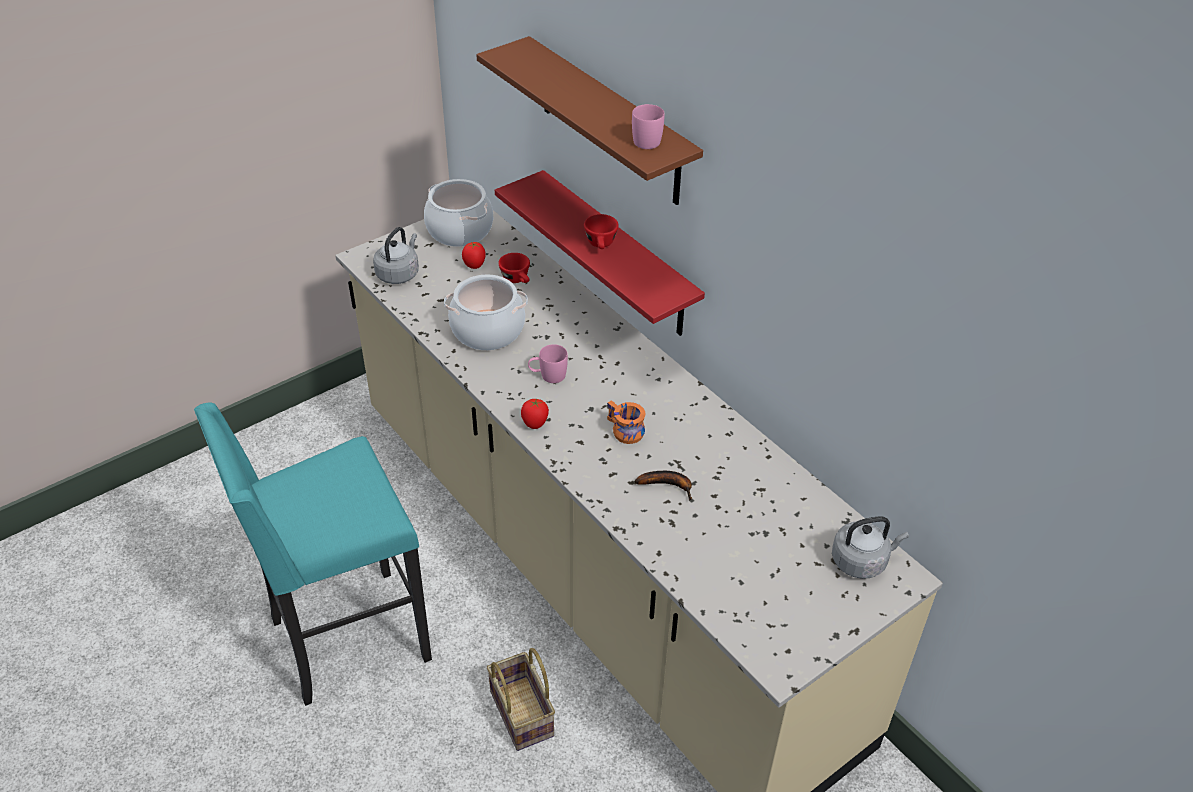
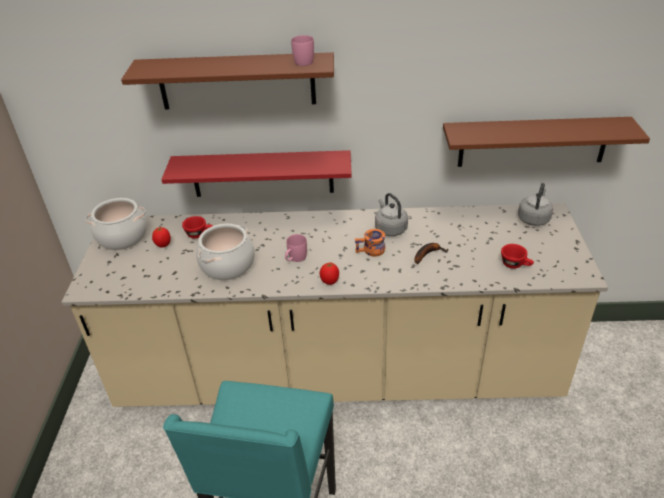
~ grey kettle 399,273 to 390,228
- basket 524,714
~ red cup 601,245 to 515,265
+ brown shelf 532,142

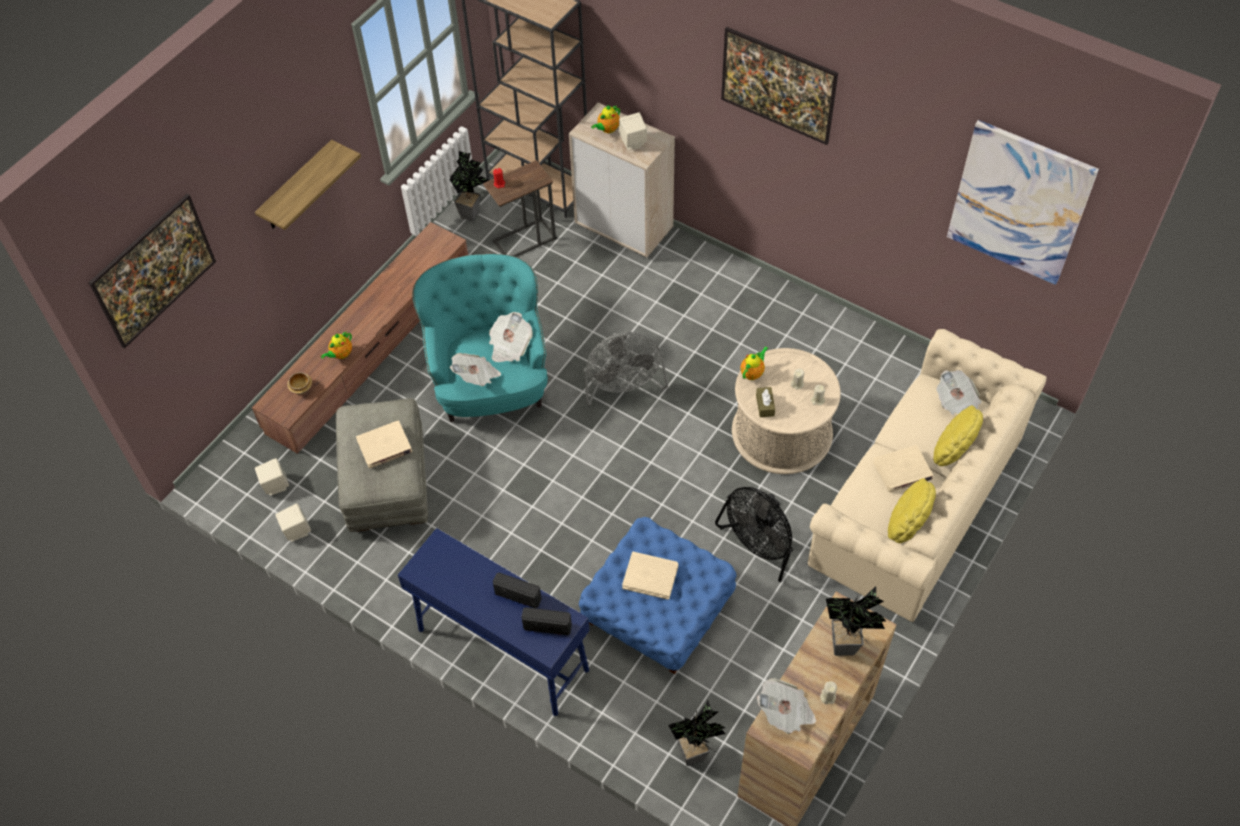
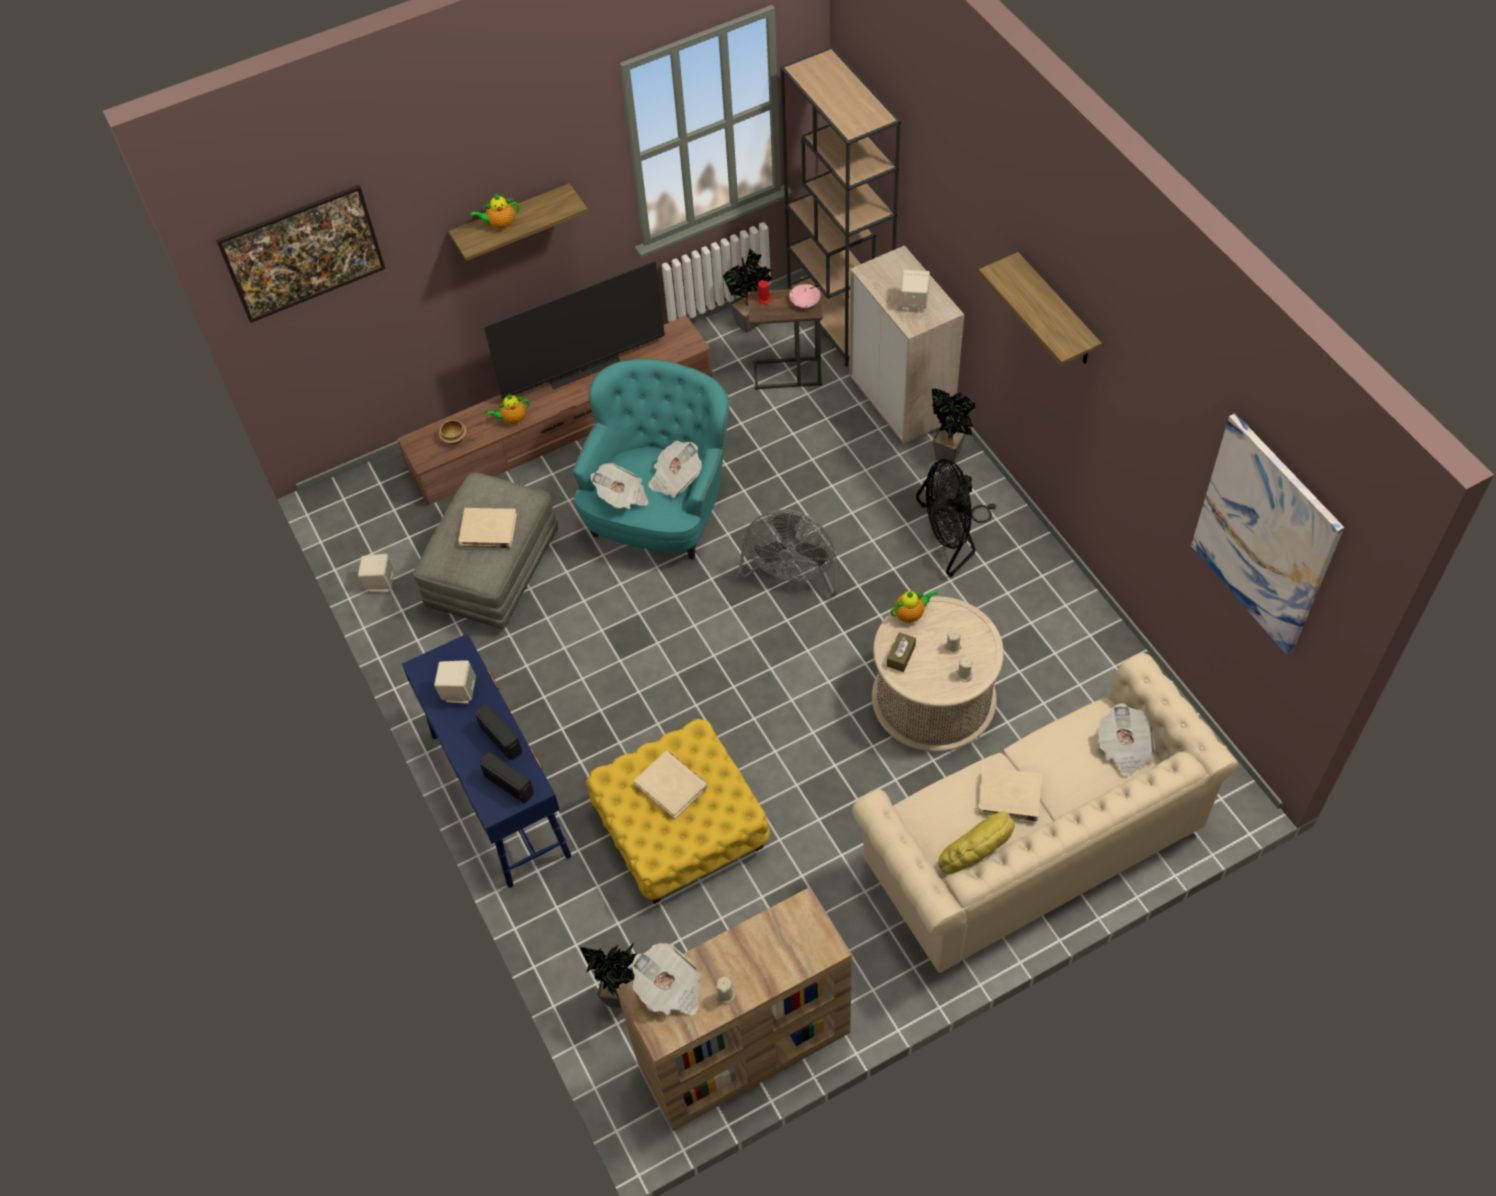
~ beige speaker 275,485 to 459,692
~ blue ottoman 658,608 to yellow ottoman 680,827
~ teapot 607,129 to 500,224
~ black fan 759,542 to 953,533
~ picture 776,103 to shelf 1056,312
~ potted plant 848,648 to 950,458
- yellow pillow 952,452
+ television 584,371
+ pink bowl 804,300

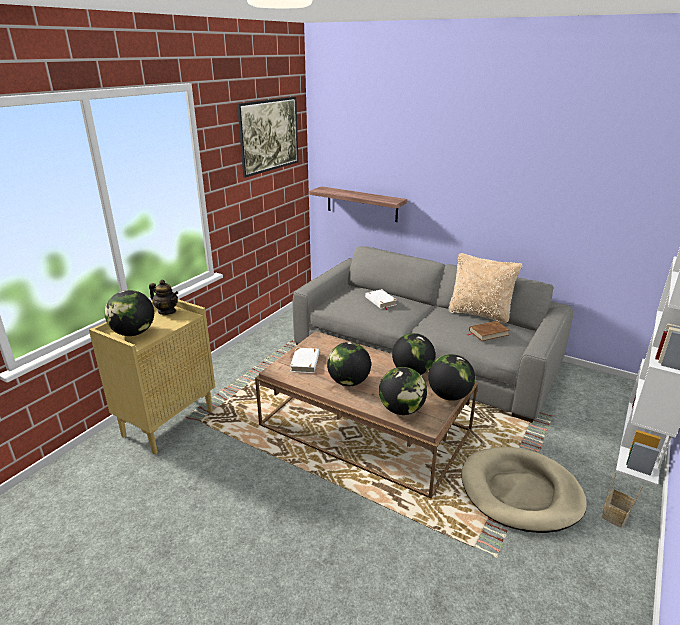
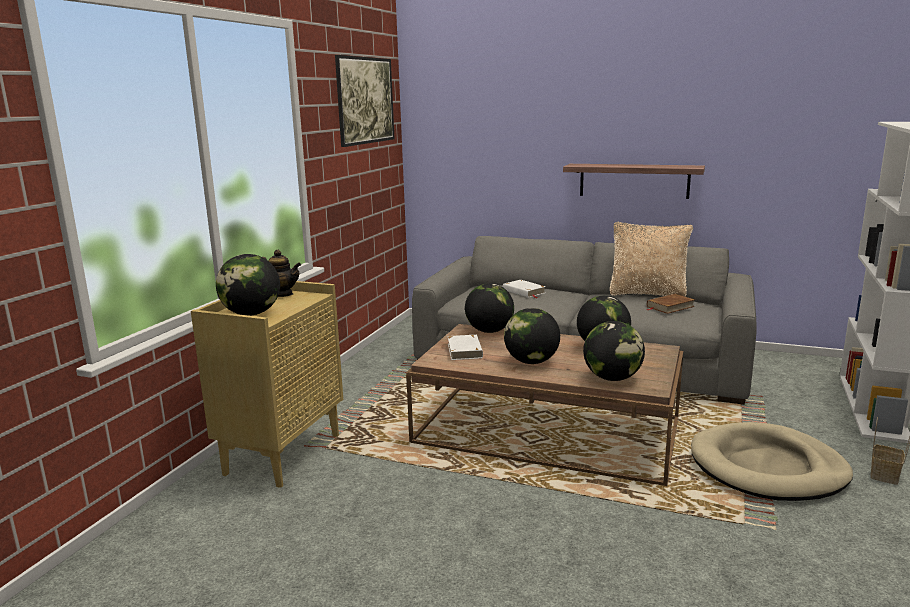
~ shelf 362,204 to 634,180
~ globe 449,396 to 489,331

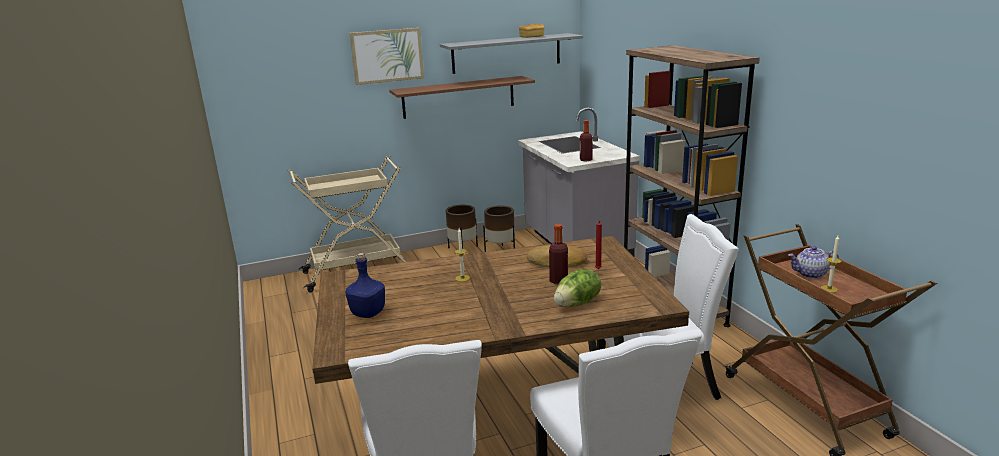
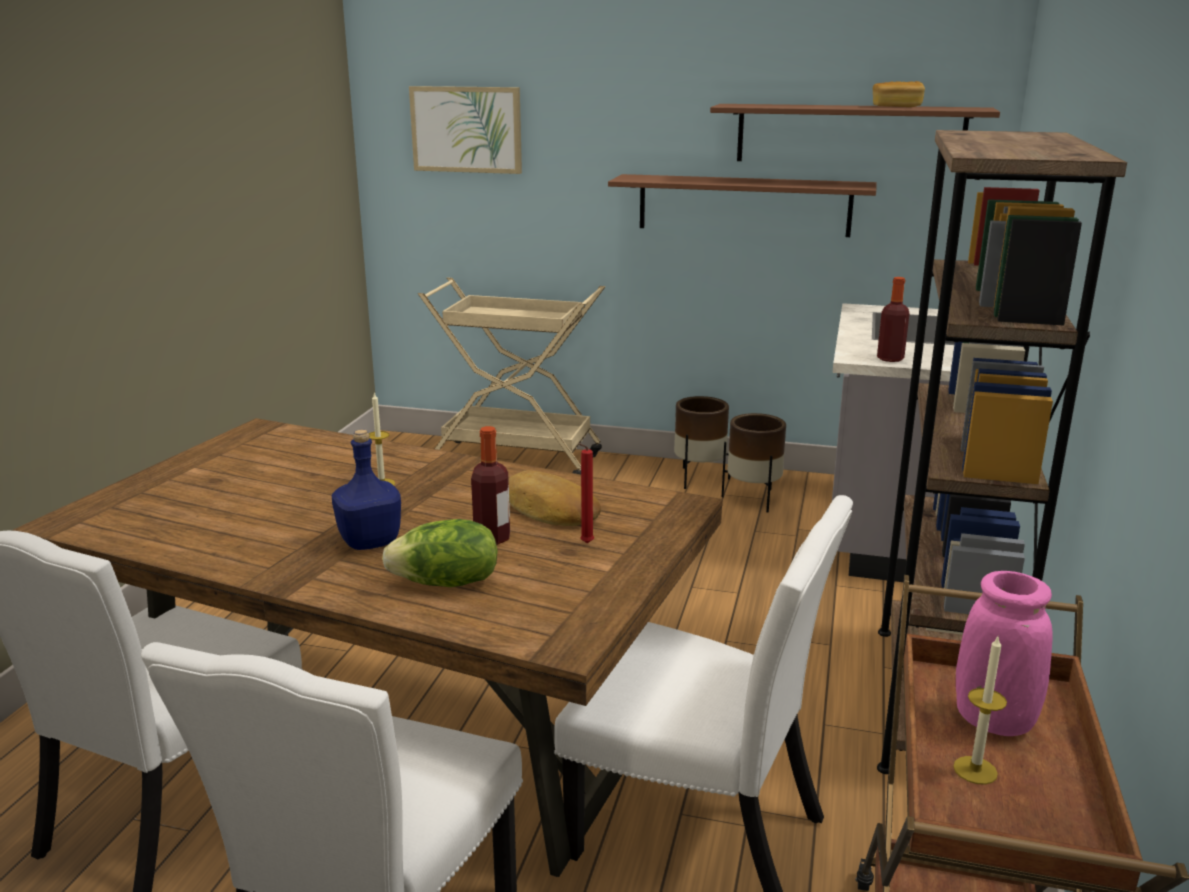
~ blue bottle 369,313 to 370,542
~ picture 387,55 to 466,129
~ grey shelf 506,53 to brown shelf 849,135
~ teapot 810,274 to pink vase 993,721

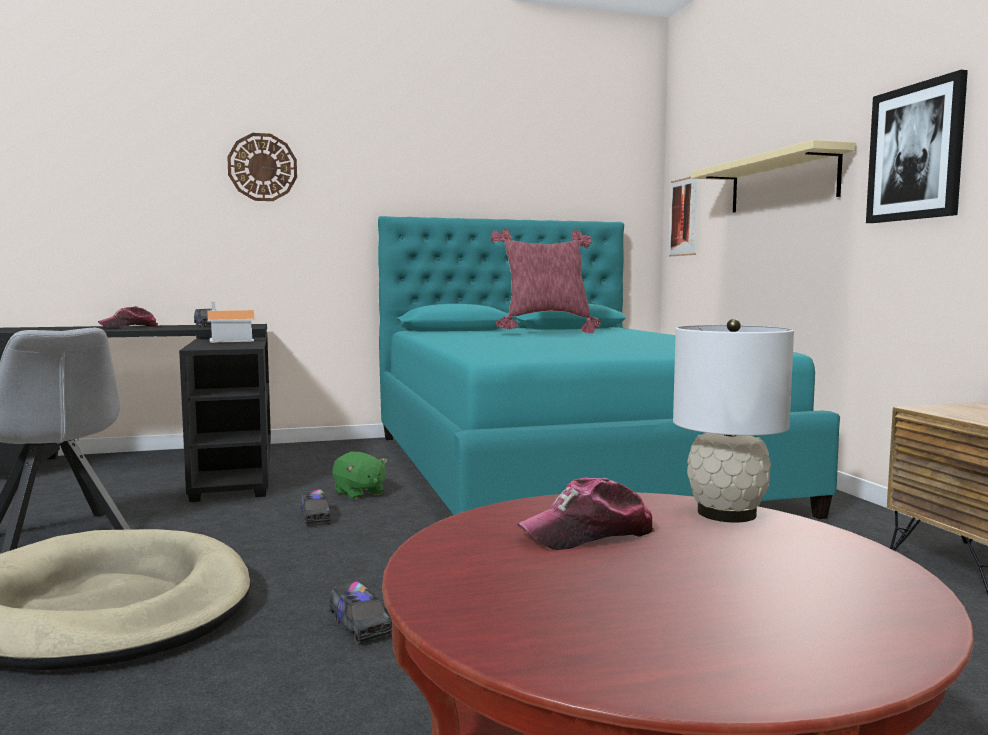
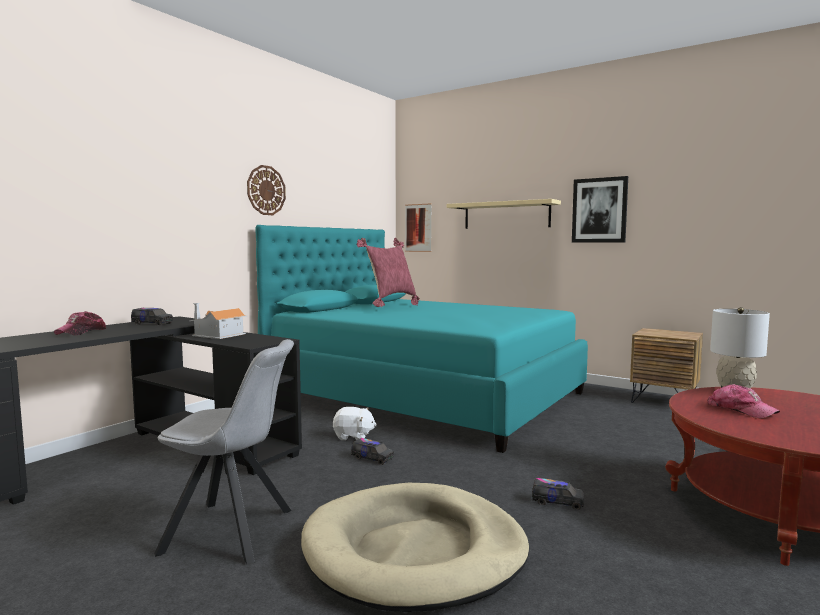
~ wall clock 262,167 to 266,190
~ green plush toy 359,493 to white plush toy 353,436
~ cap 588,534 = 740,410 60 degrees counterclockwise

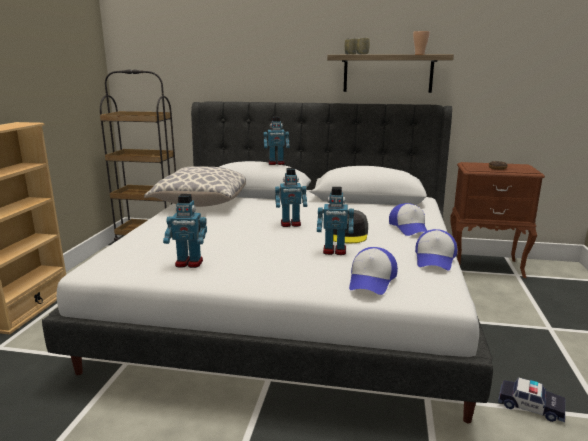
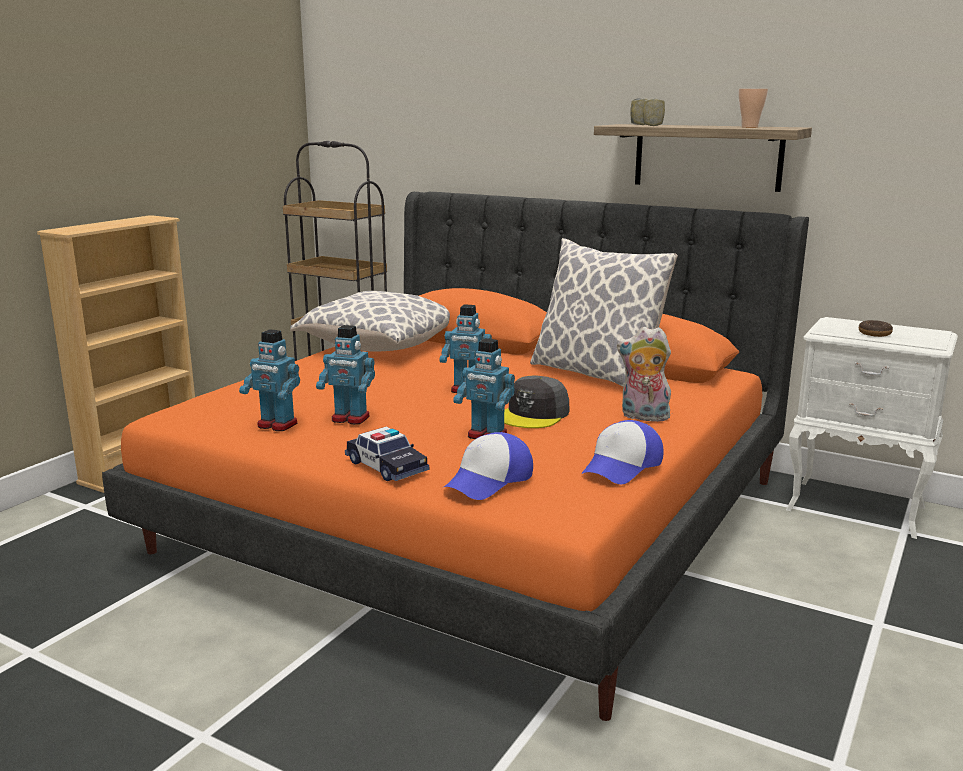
~ white bed 294,304 to orange bed 481,516
~ toy robot 276,163 to 350,419
~ cap 409,228 to plush toy 643,417
~ brown nightstand 485,266 to white nightstand 856,508
~ toy car 530,406 to 386,466
+ pillow 595,374

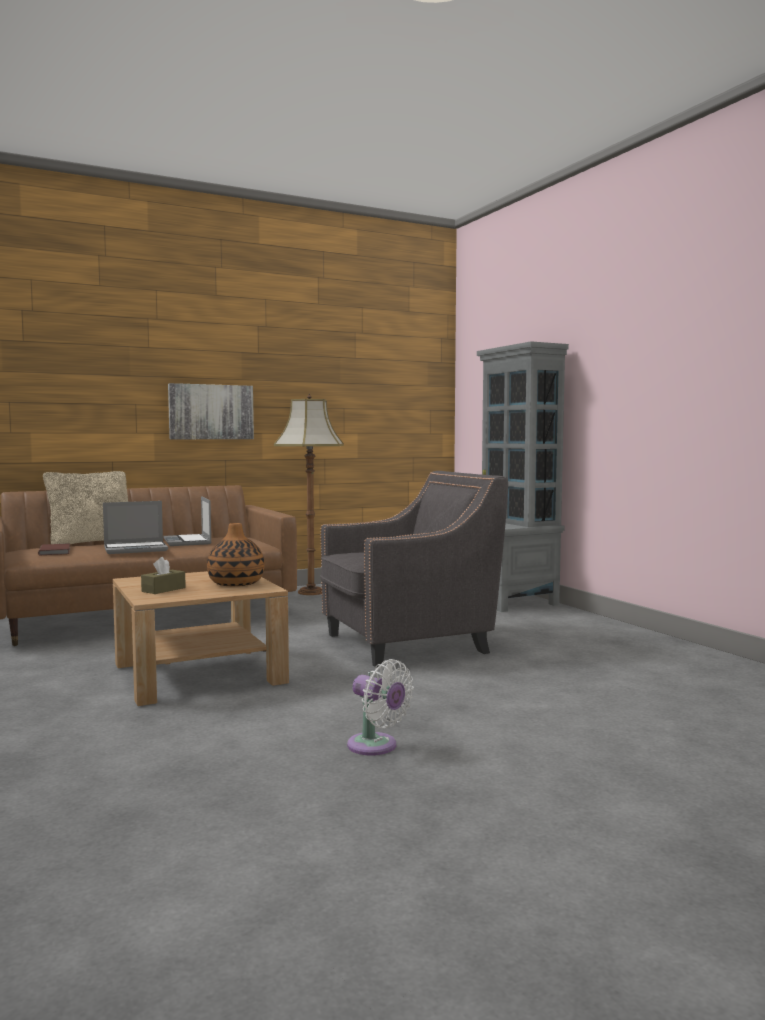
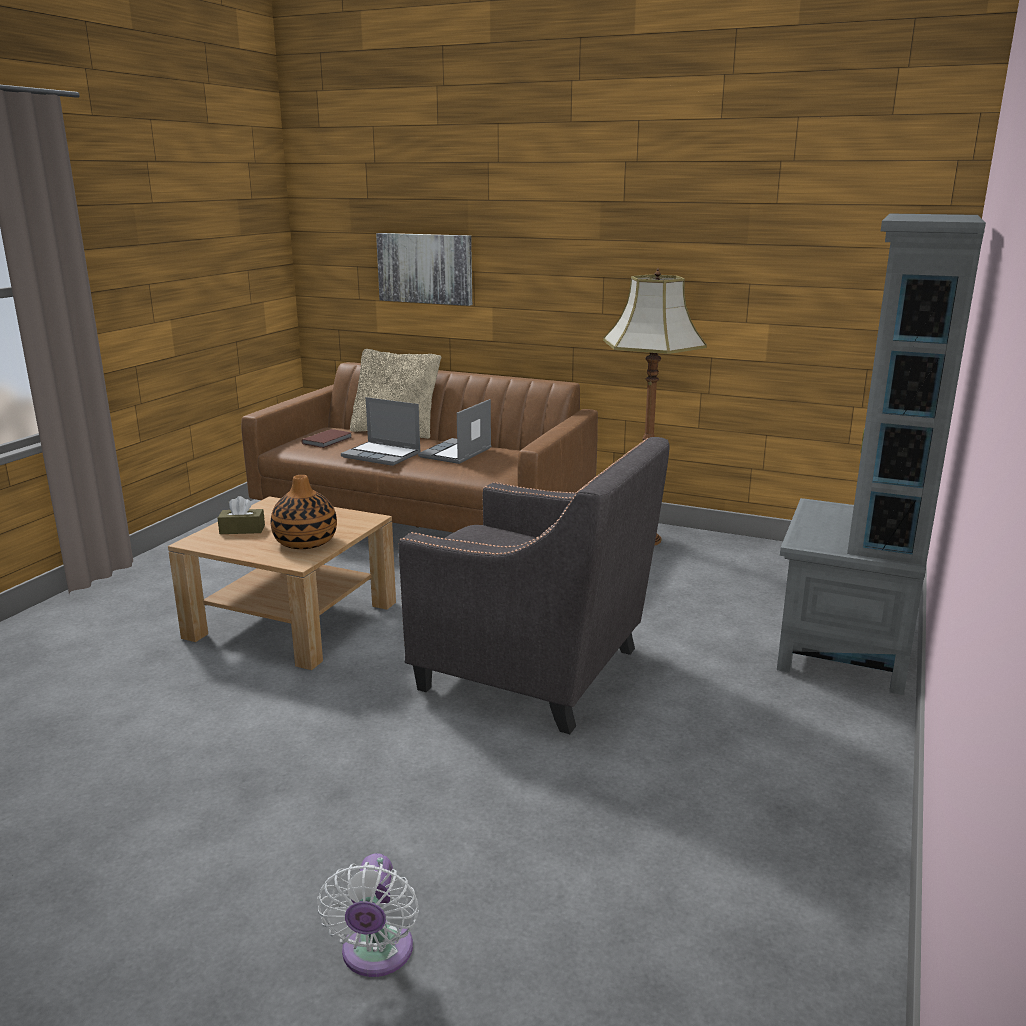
~ picture 211,412 to 425,268
~ white fan 376,747 to 376,955

